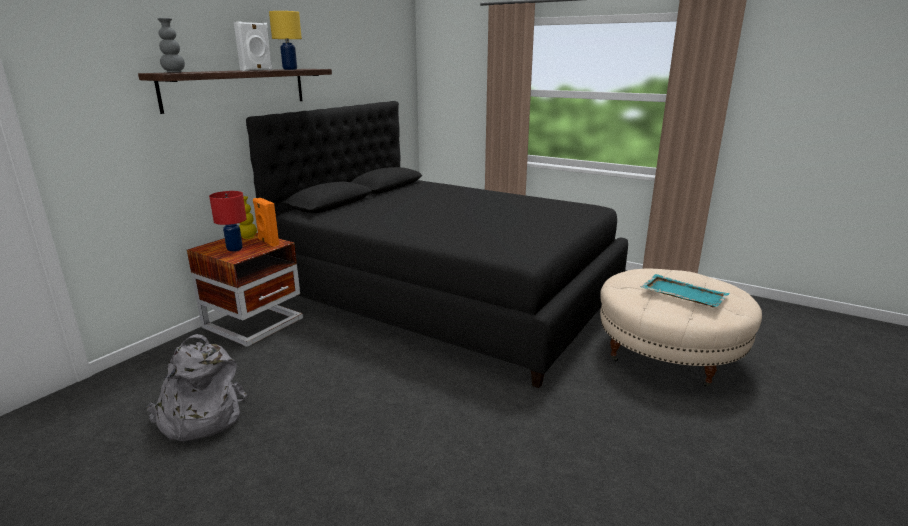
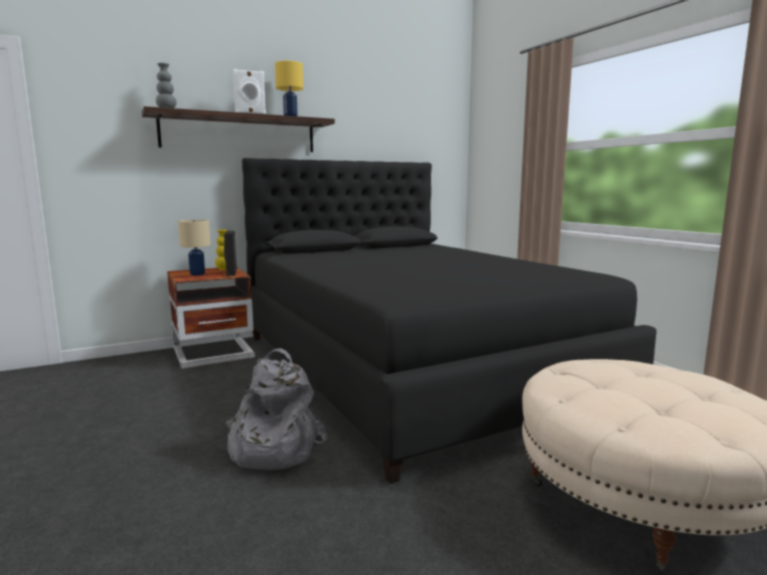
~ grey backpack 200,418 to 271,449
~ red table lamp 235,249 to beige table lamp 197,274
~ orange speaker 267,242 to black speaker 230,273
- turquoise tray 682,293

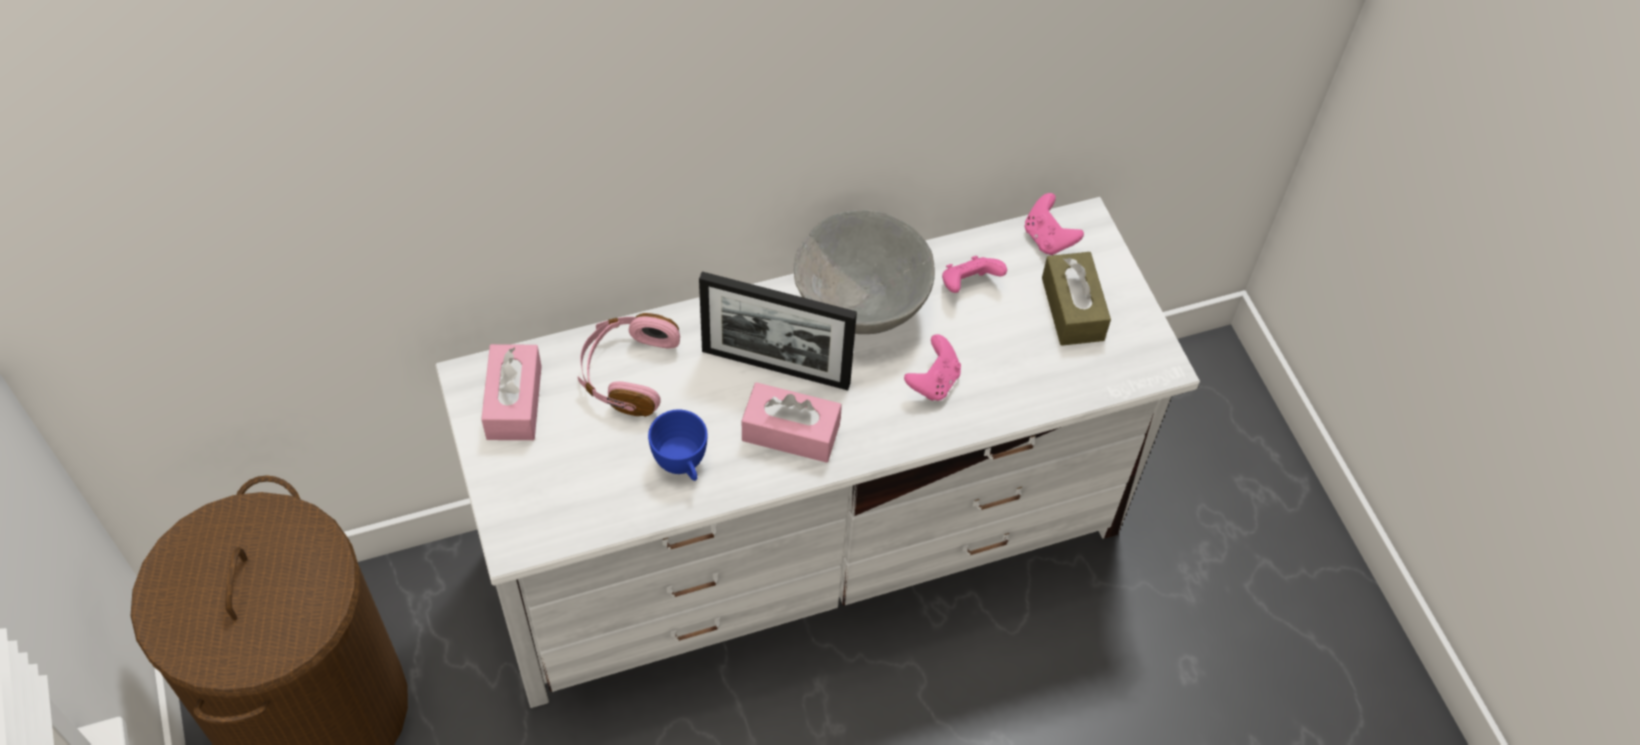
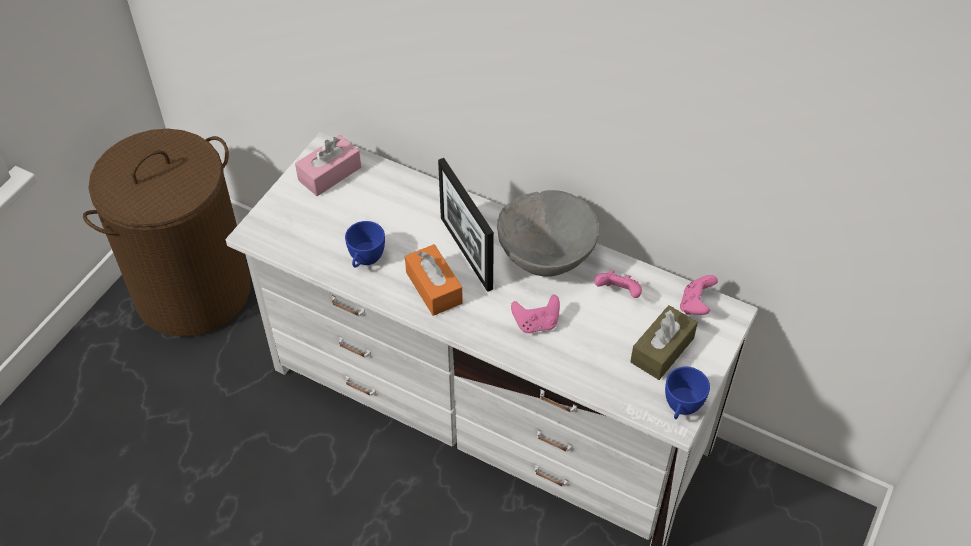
- pink headphones 627,372
~ pink tissue box 791,432 to orange tissue box 434,288
+ blue cup 681,408

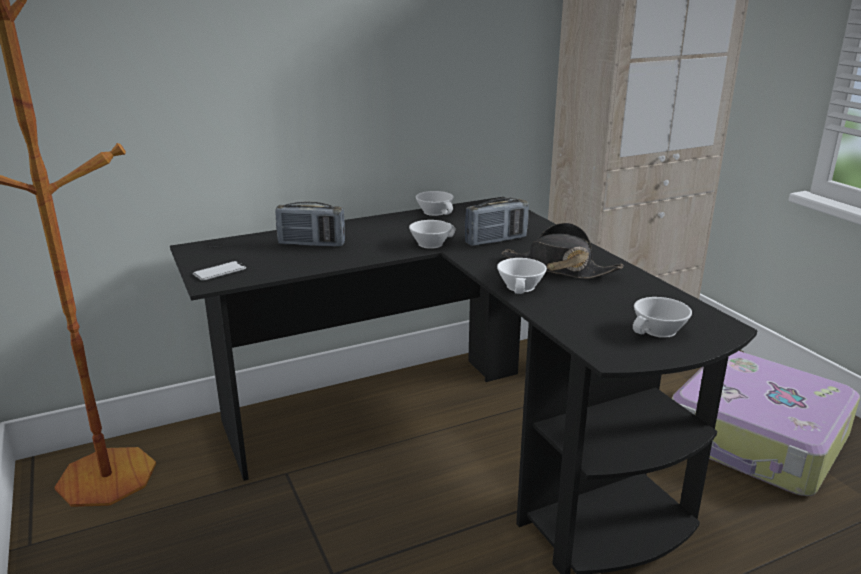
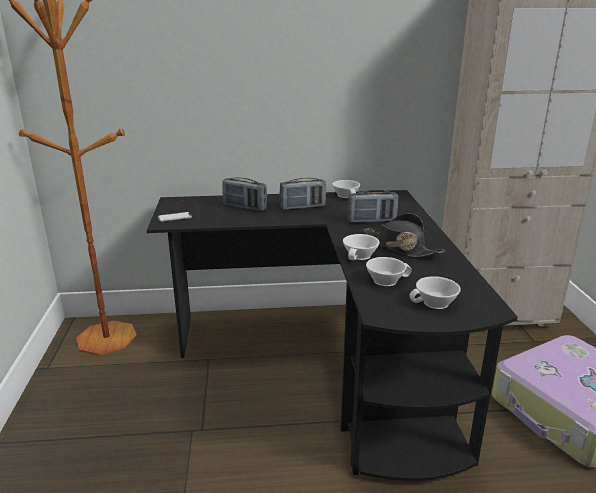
~ white cup 430,243 to 385,280
+ radio 302,207

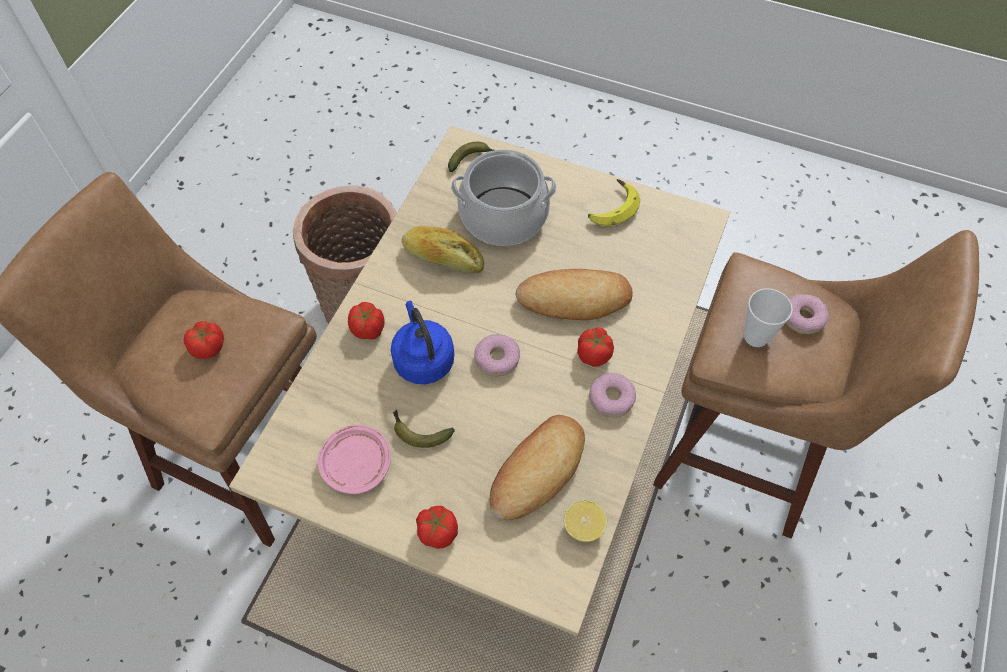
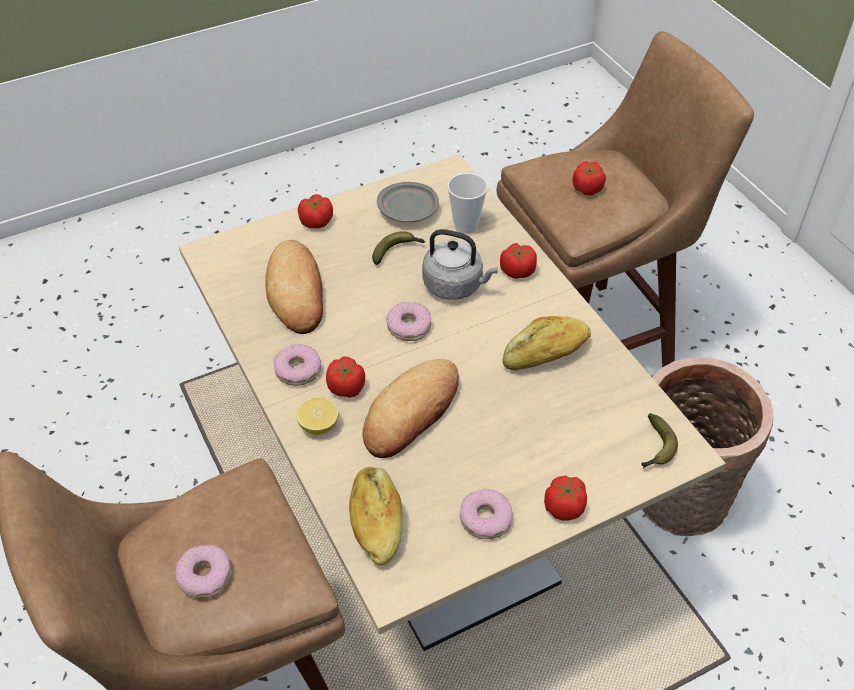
~ pink plate 356,463 to grey plate 409,211
~ blue kettle 423,359 to grey kettle 456,285
- cooking pot 504,216
~ lemon 583,527 to 318,425
~ banana 611,208 to donut 486,519
~ cup 756,336 to 466,226
+ bread 376,521
+ tomato 564,507

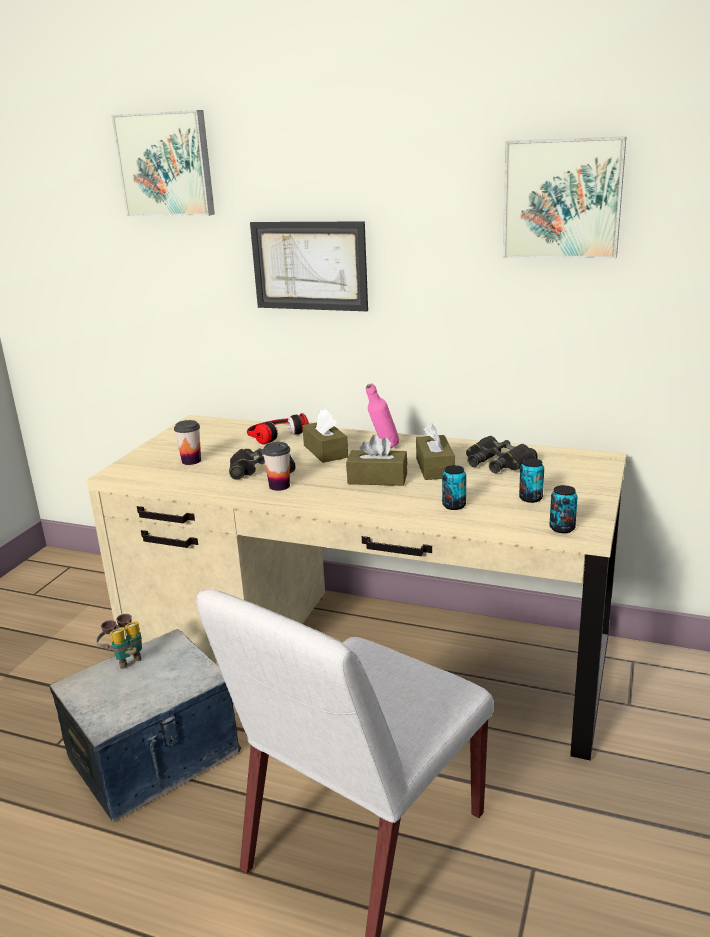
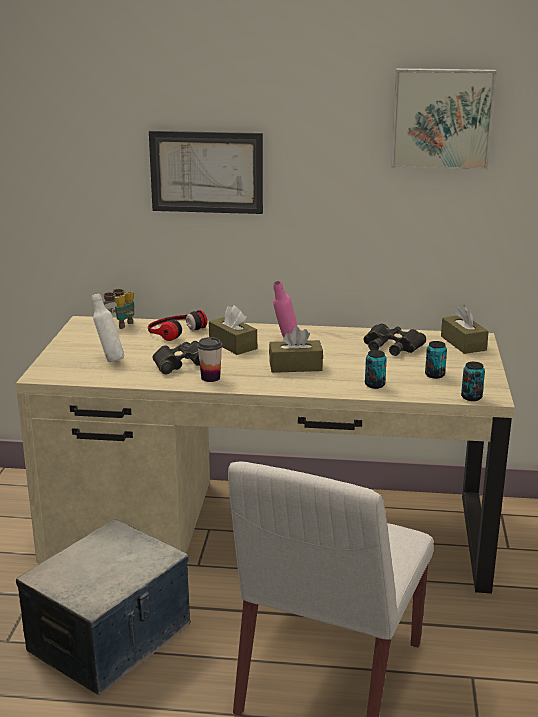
~ binoculars 125,658 to 119,324
- picture 166,164
~ cup 191,461 to white bottle 109,360
~ brown tissue box 434,468 to 463,343

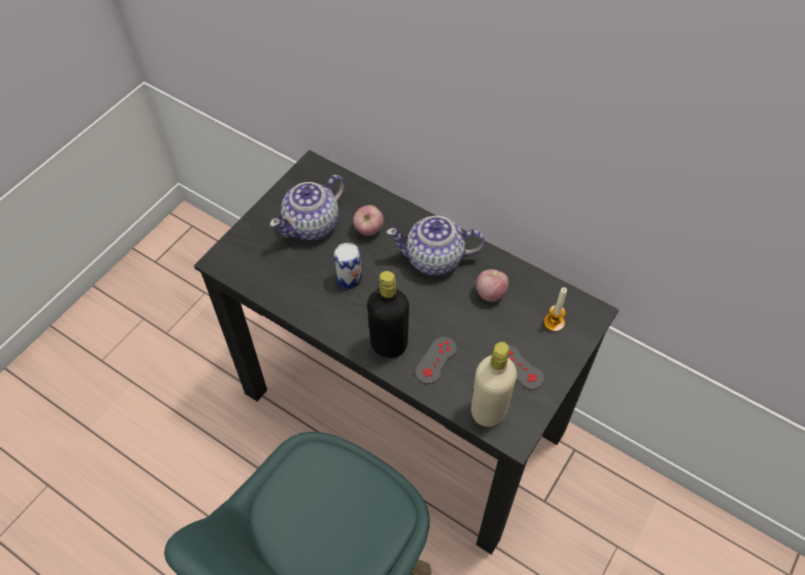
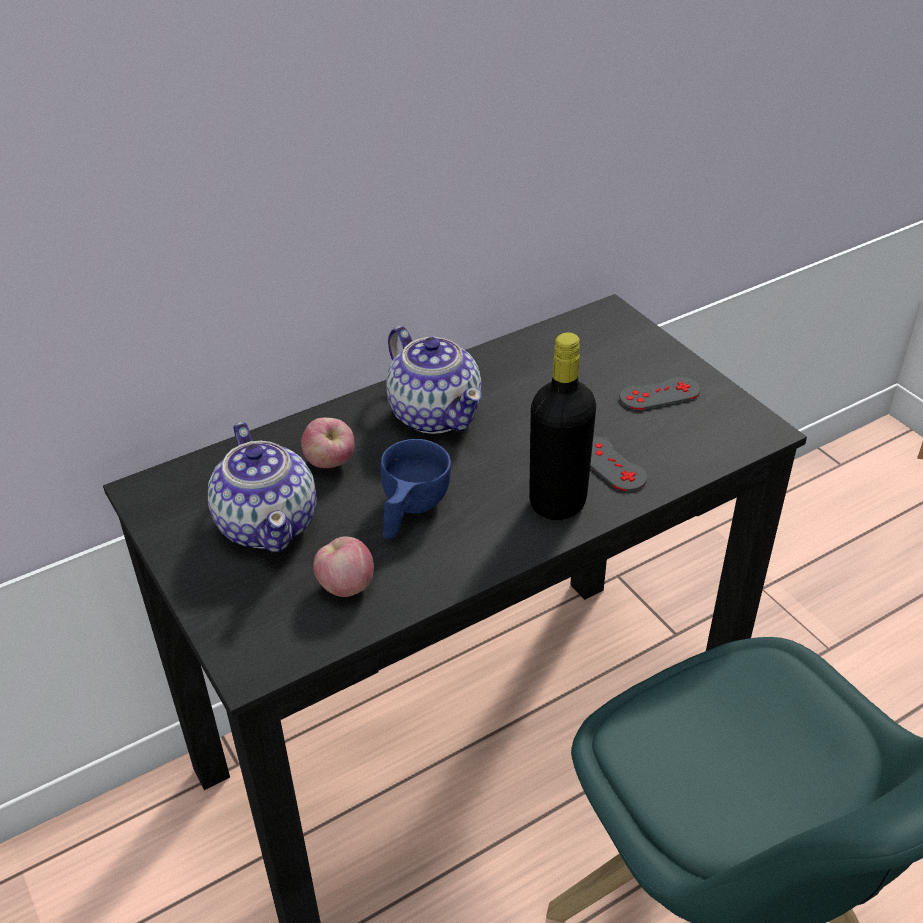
~ can 349,279 to blue cup 409,511
~ teapot 435,259 = 435,413 60 degrees counterclockwise
- beige bottle 488,411
~ apple 490,293 to 345,586
- candle 554,322

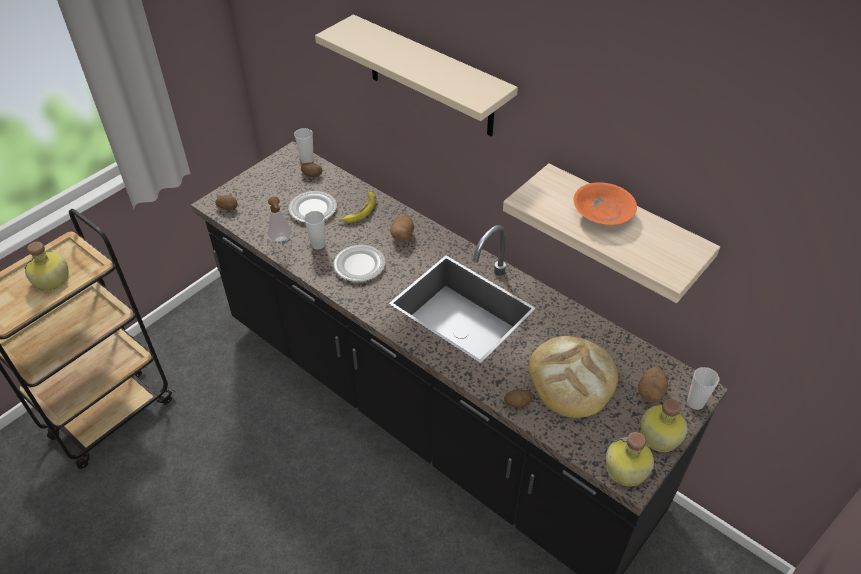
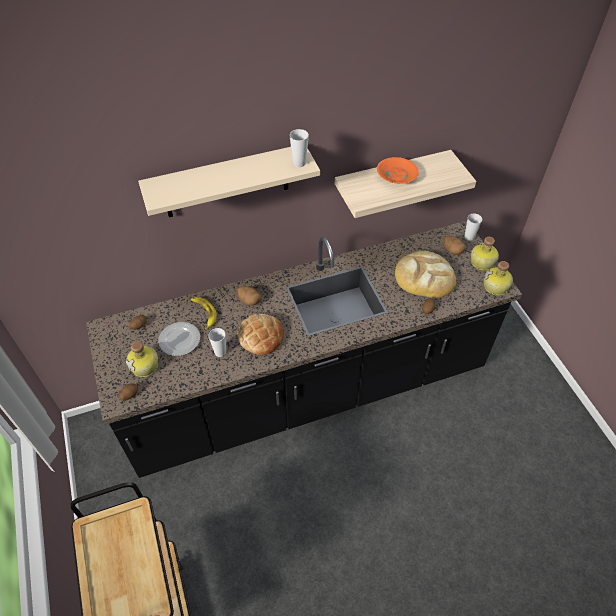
~ bottle 52,280 to 145,366
- soap dispenser 281,240
~ cup 307,160 to 299,163
~ plate 360,266 to bread 261,336

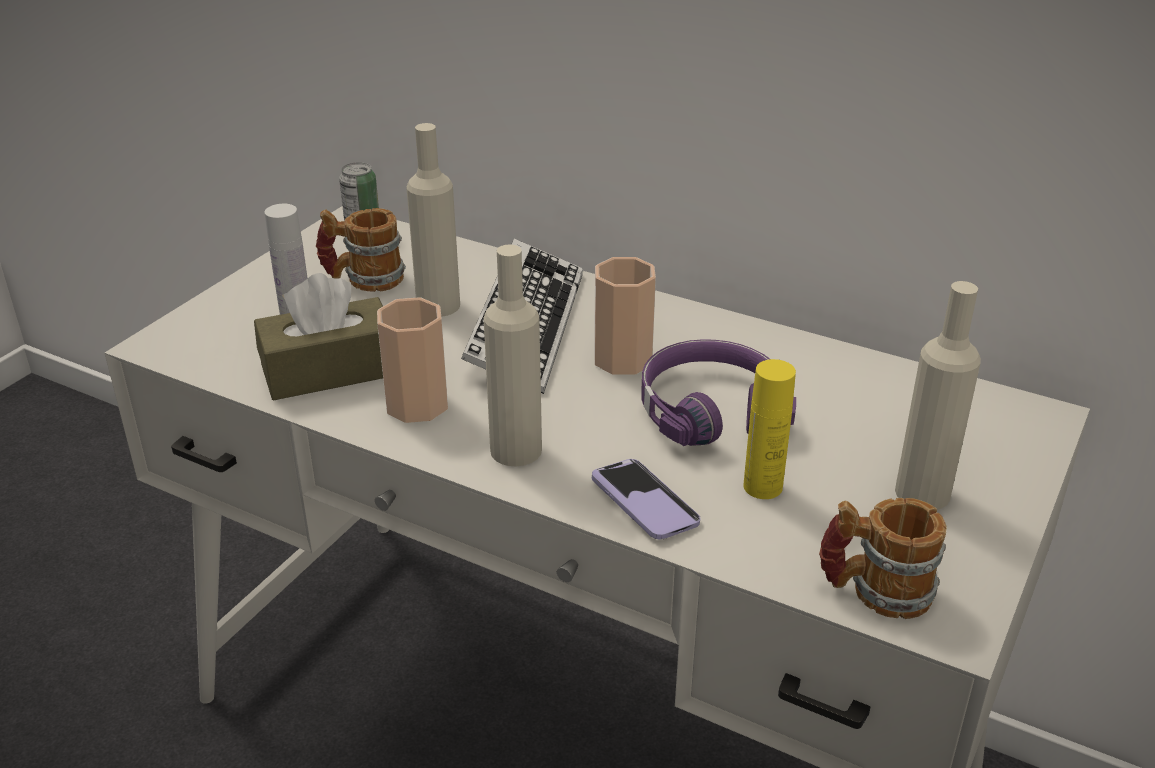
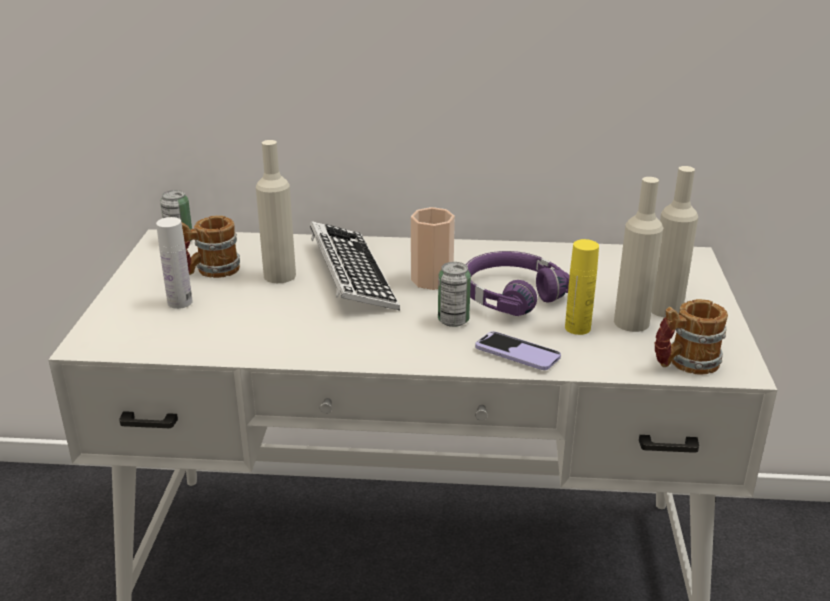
- brown tissue box 329,370
- cup 417,405
~ beige bottle 516,450 to 631,322
+ can 453,320

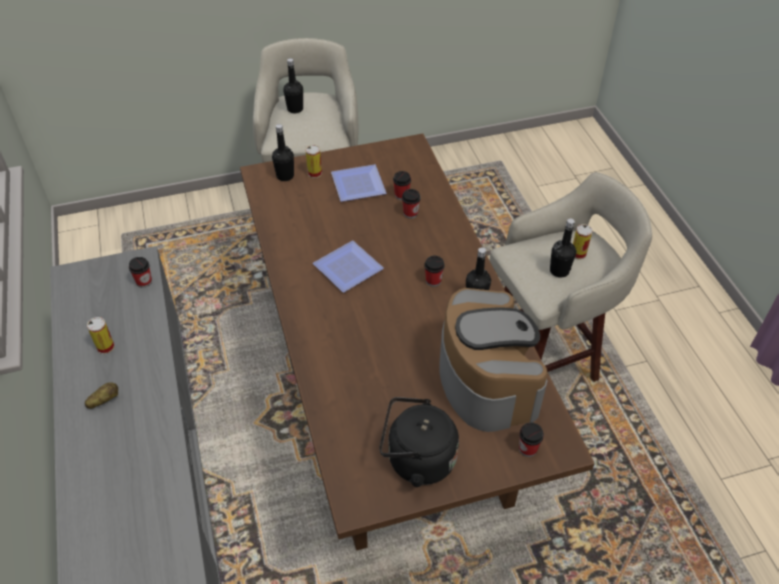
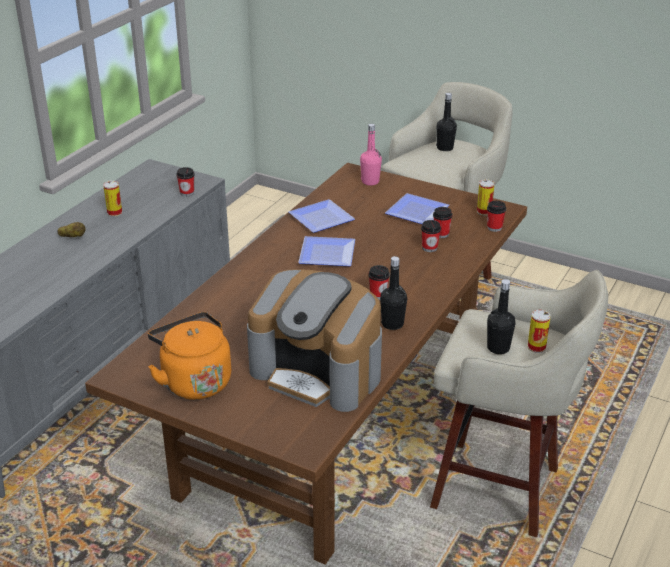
~ black bottle 285,176 to pink bottle 370,181
~ can 314,173 to 484,211
~ black kettle 416,459 to orange kettle 194,381
~ coffee machine 486,379 = 318,372 90 degrees clockwise
~ cup 528,449 to 494,228
+ plate 322,217

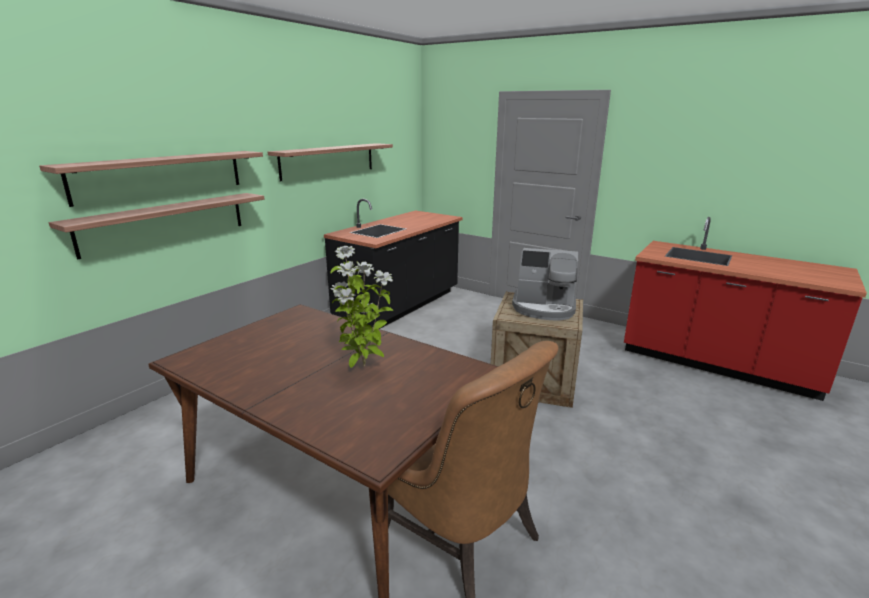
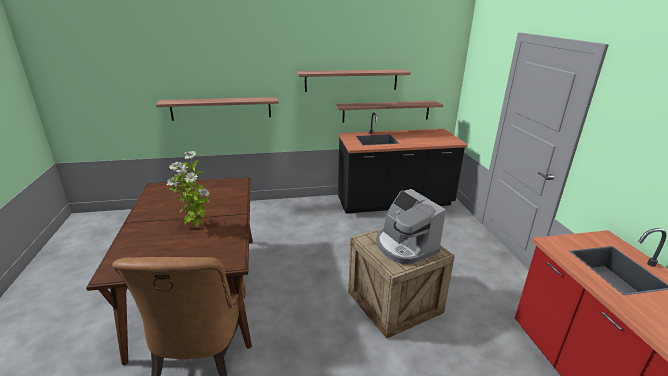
~ shelf 161,175 to 386,111

